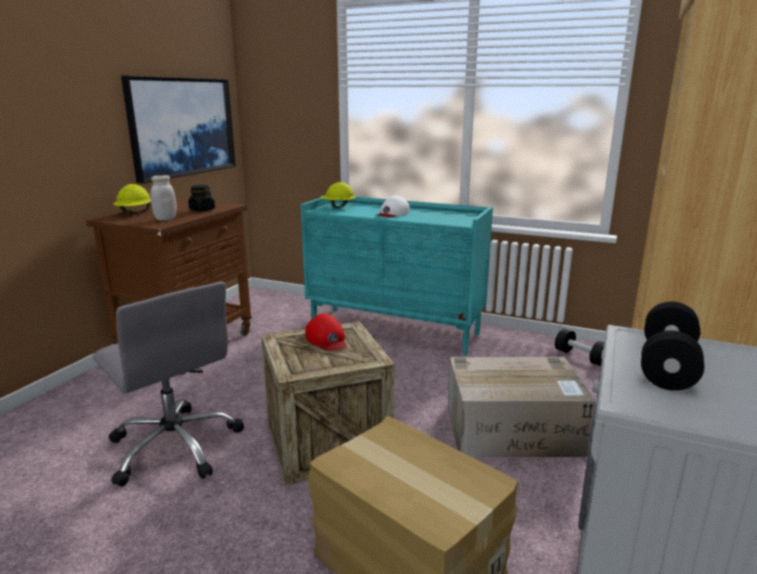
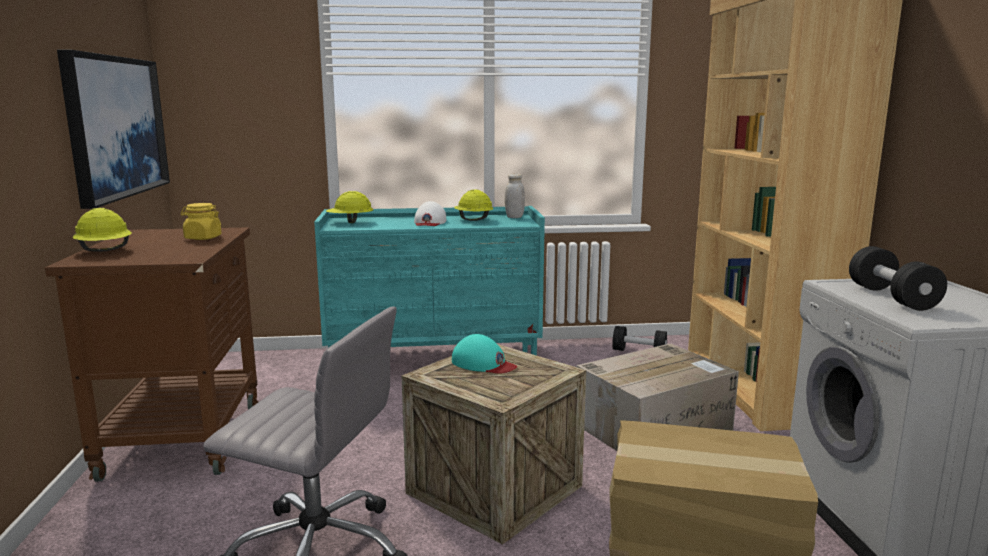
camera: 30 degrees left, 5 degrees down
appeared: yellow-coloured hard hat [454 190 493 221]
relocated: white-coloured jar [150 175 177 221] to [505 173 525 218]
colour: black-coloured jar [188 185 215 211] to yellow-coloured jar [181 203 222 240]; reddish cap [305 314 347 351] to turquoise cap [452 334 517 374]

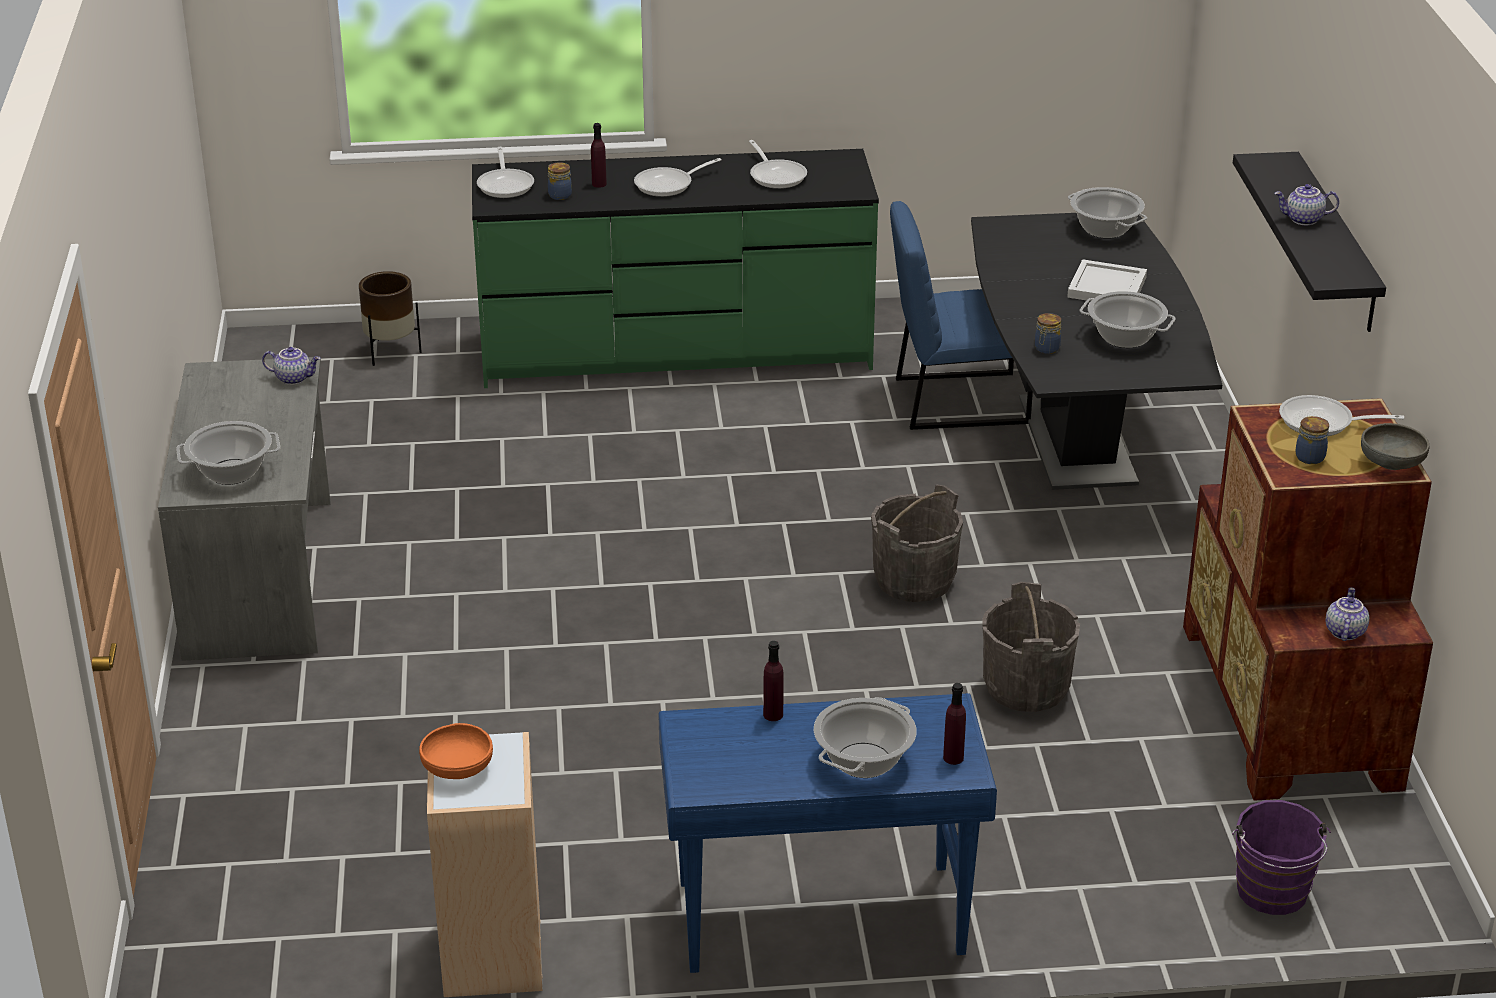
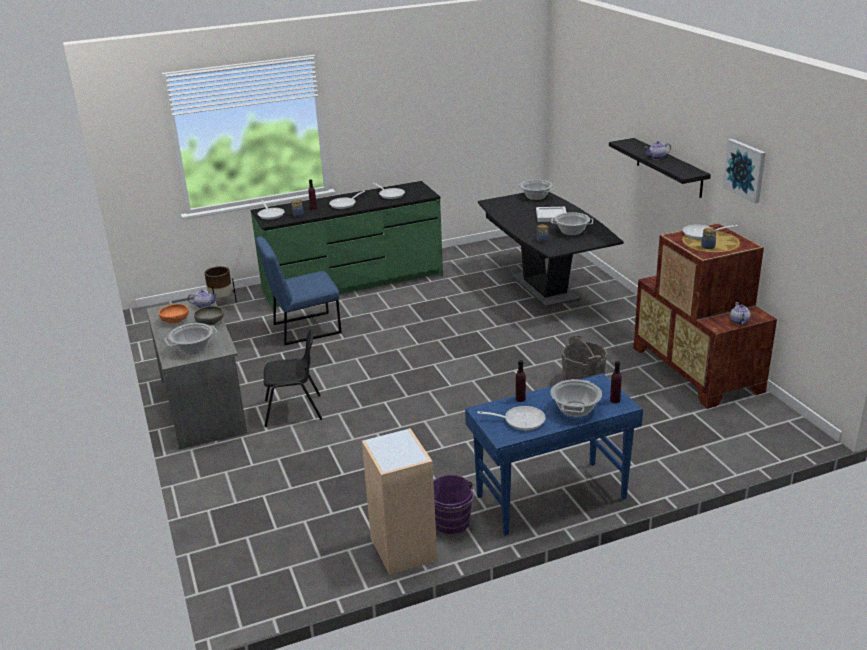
camera: 15 degrees left, 5 degrees down
missing: grey bucket [871 485 963 602]
appeared: black-coloured upright chair [264 329 322 427]; frying pan [477 406 546 431]; wall picture [723 139 766 203]
relocated: orange-coloured deep dish [419 723 493 779] to [159 304 189 324]; bluish upright chair [890 201 1033 430] to [256 236 342 345]; purple bucket [1232 800 1331 915] to [433 475 475 534]; grey deep dish [1361 423 1429 470] to [194 306 224 326]

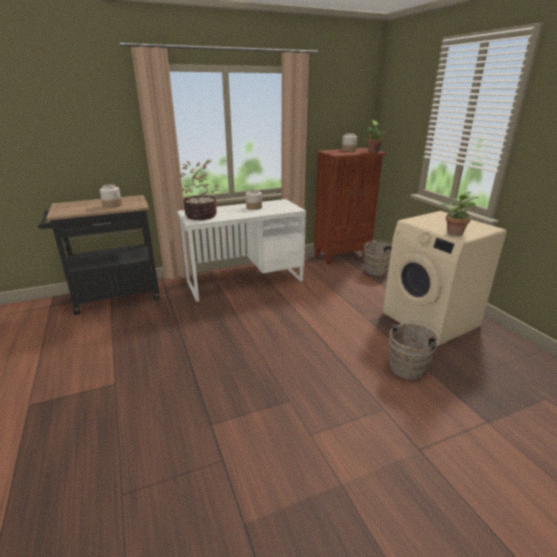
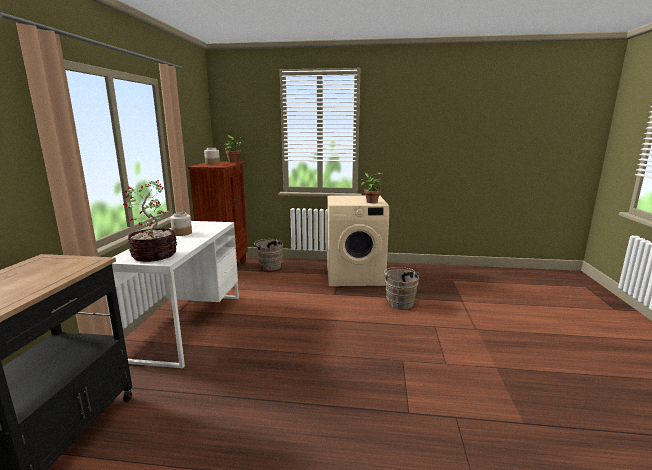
camera: 60 degrees left, 10 degrees down
missing: jar [100 185 122 208]

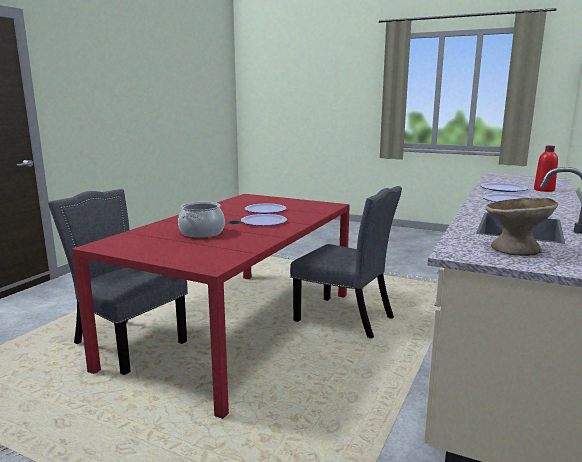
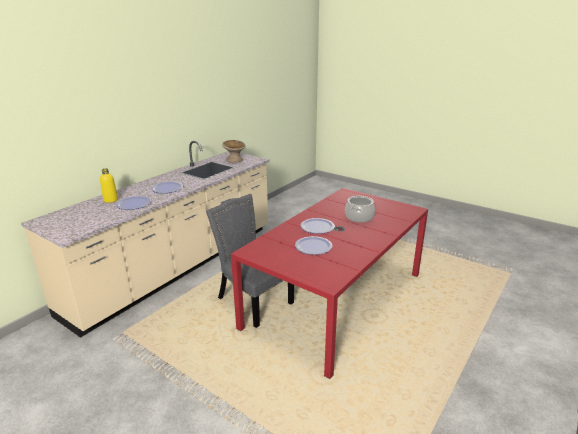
camera: 170 degrees left, 10 degrees up
missing: grey upright chair [48 189 188 375]
colour: reddish bottle [534 146 558 192] to yellow-coloured bottle [100 168 118 203]

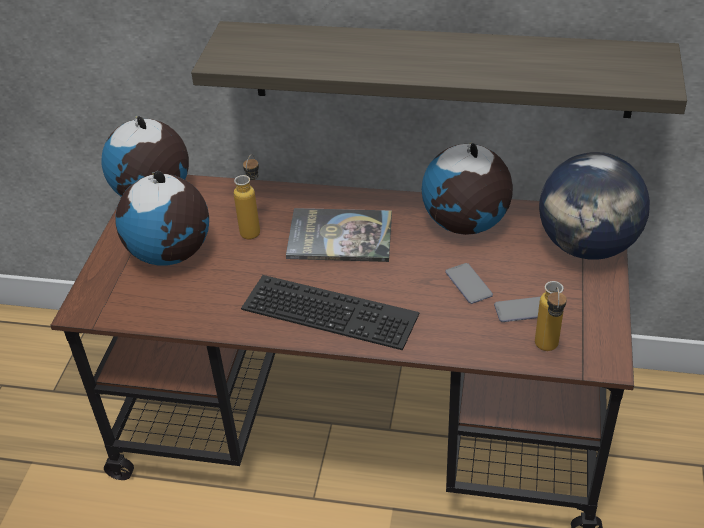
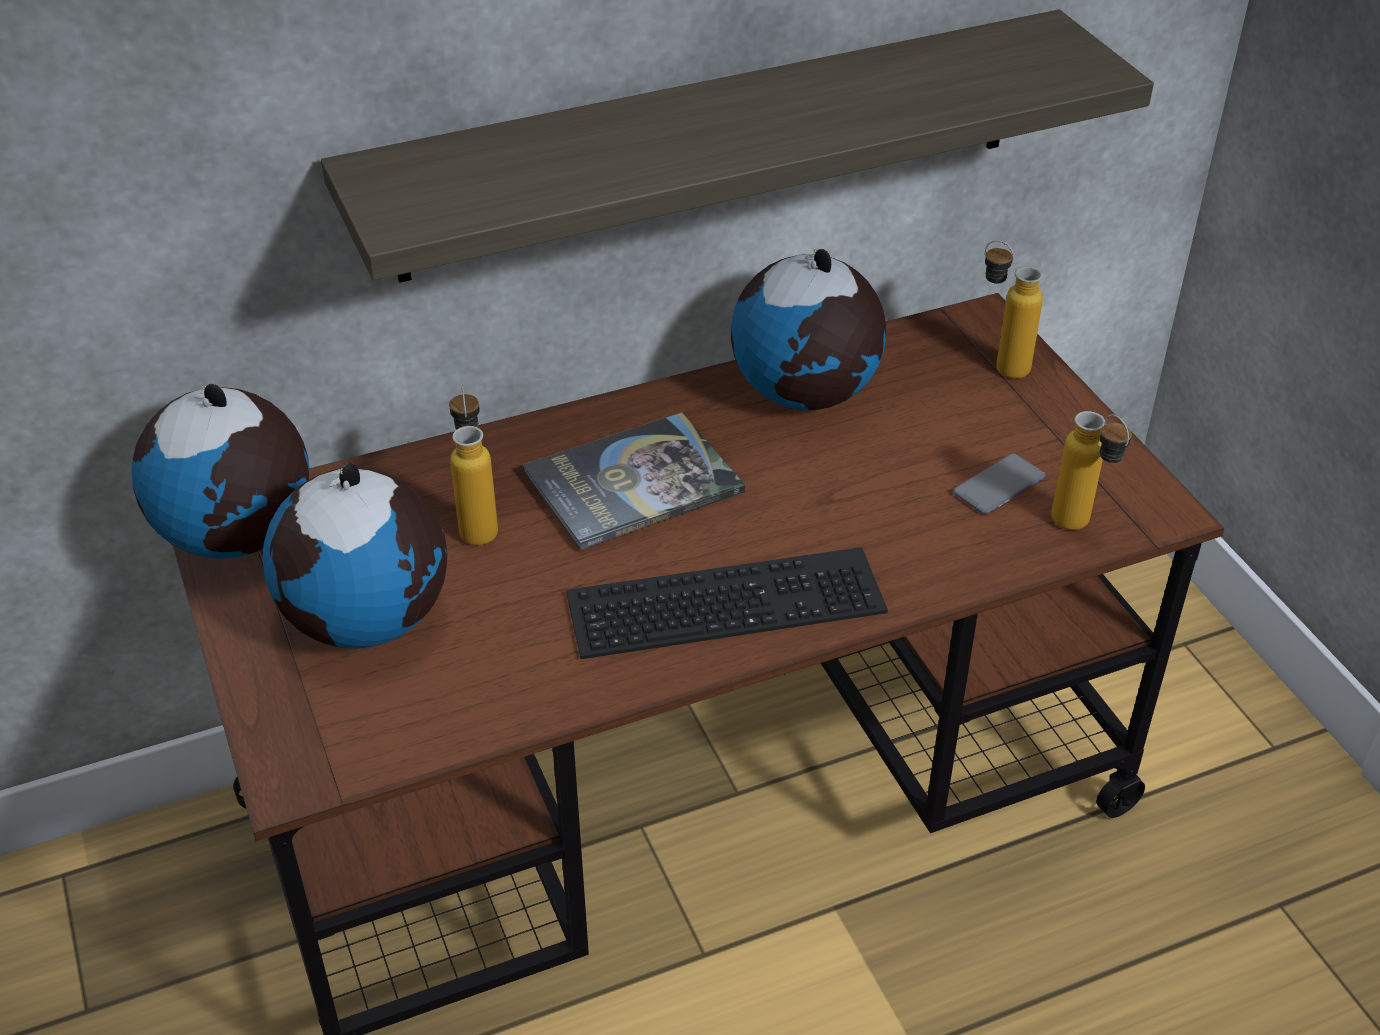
camera: 35 degrees left, 0 degrees up
missing: phone [445 263 493 304]
exchanged: world globe [539 152 650 260] to bottle [985 240 1043 379]

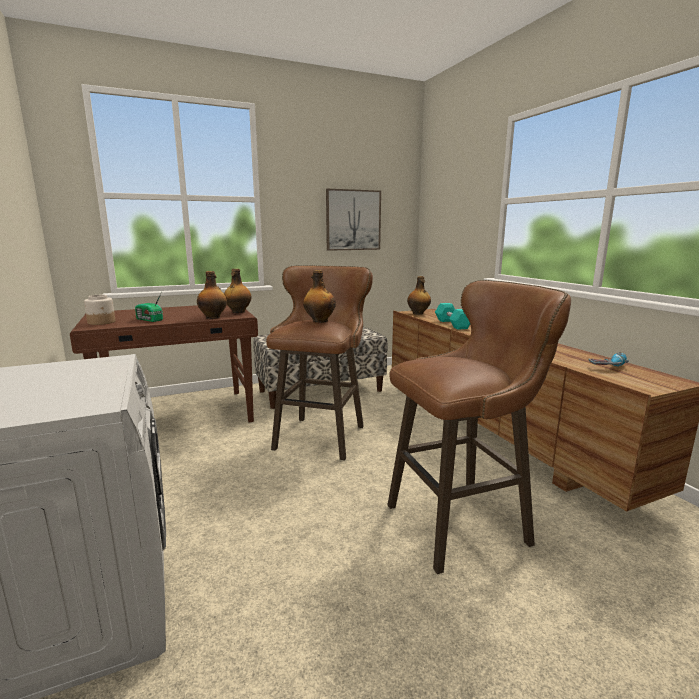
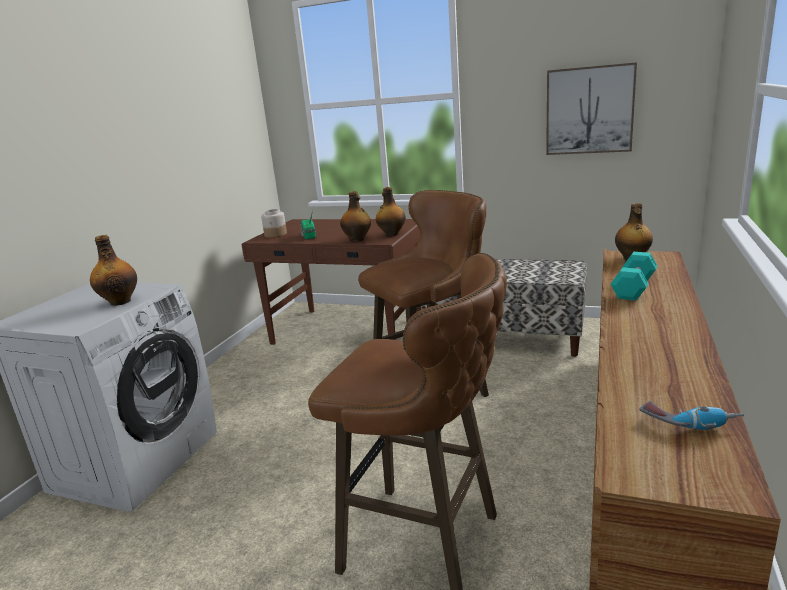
camera: 45 degrees right, 5 degrees up
relocated: bottle [303 270 336 323] to [90 235 137 306]

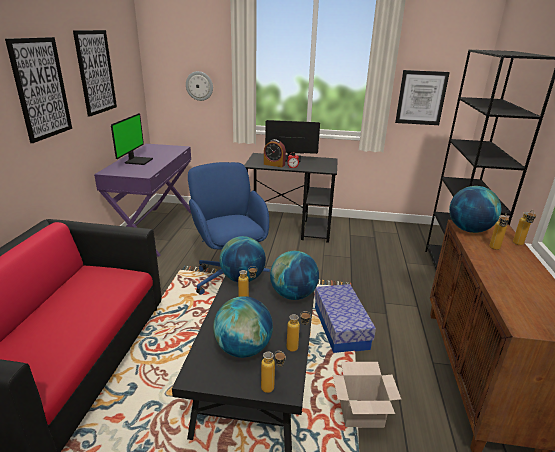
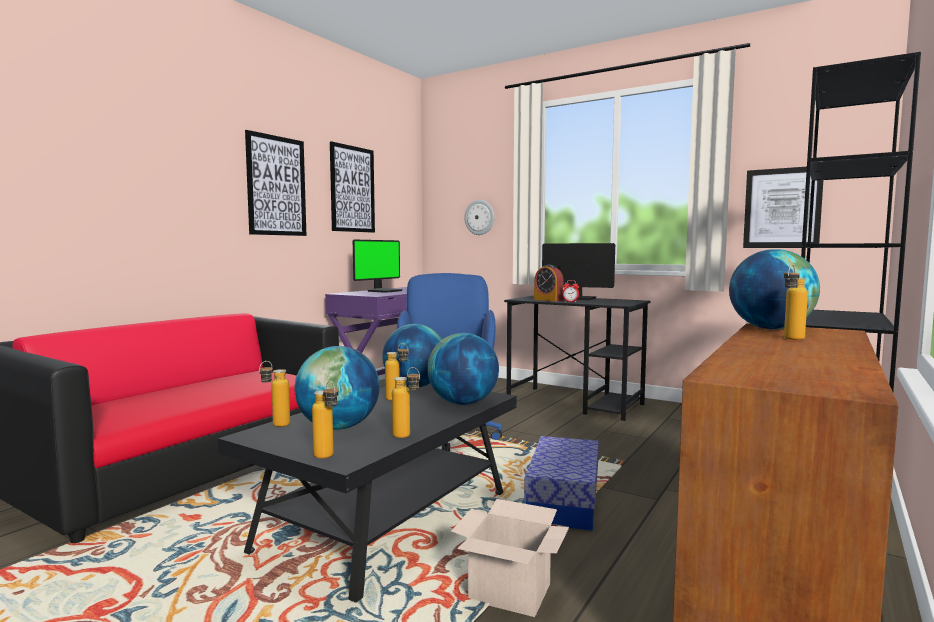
camera: 25 degrees right, 20 degrees down
relocated: bottle [513 210 536 245] to [259 361 290 427]

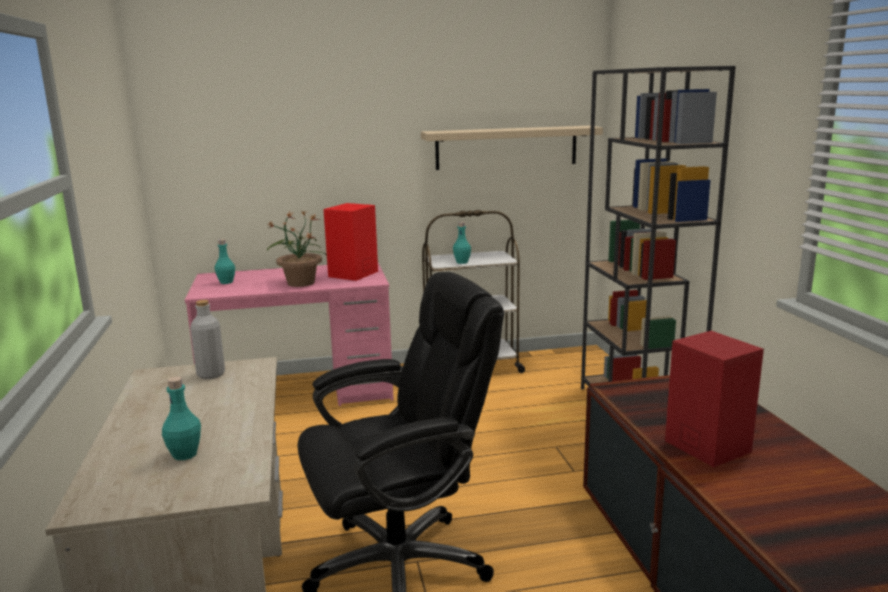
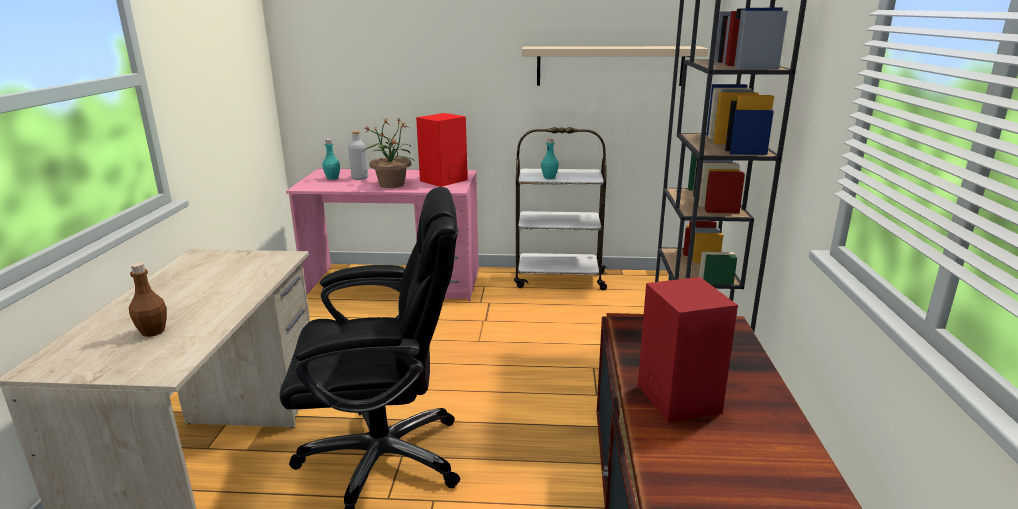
camera: 15 degrees right, 5 degrees up
relocated: grey bottle [190 300 225 379] to [348 131 368 180]
colour: turquoise bottle [162 377 201 460] to brown-coloured bottle [129 262 167 337]

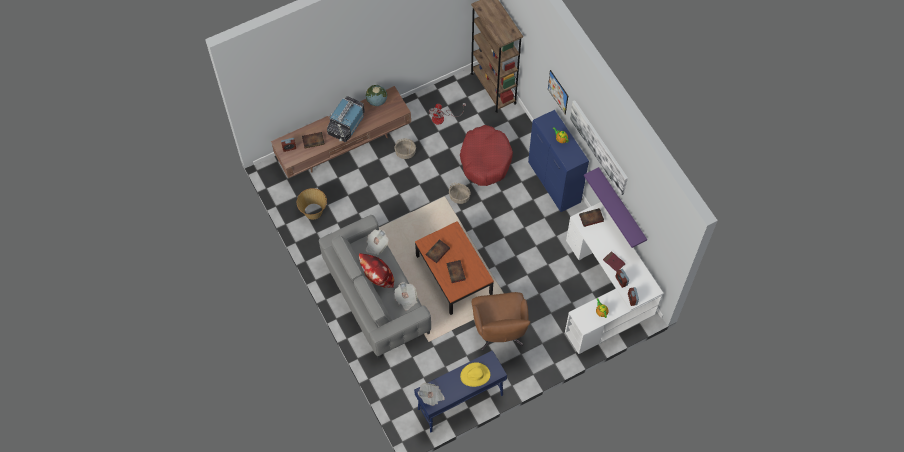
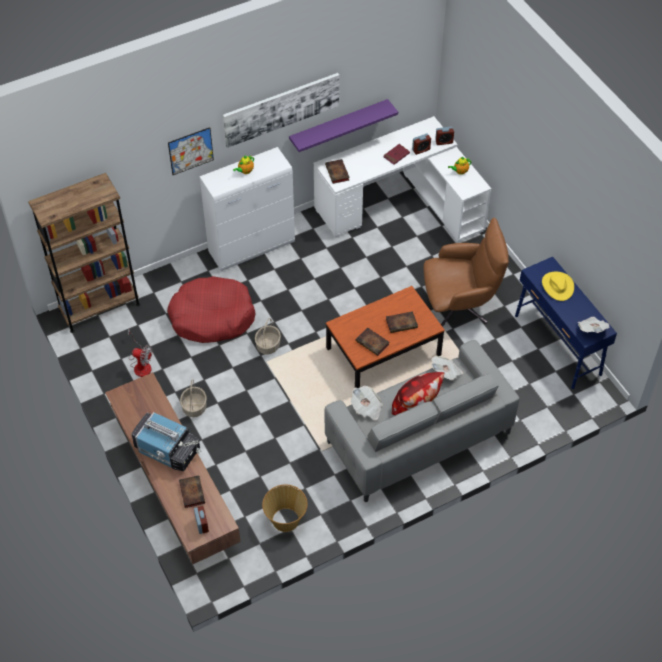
camera: 90 degrees left, 10 degrees down
missing: world globe [366 85 387 106]
colour: bluish cupboard [528 110 589 212] to white-coloured cupboard [199 147 295 271]

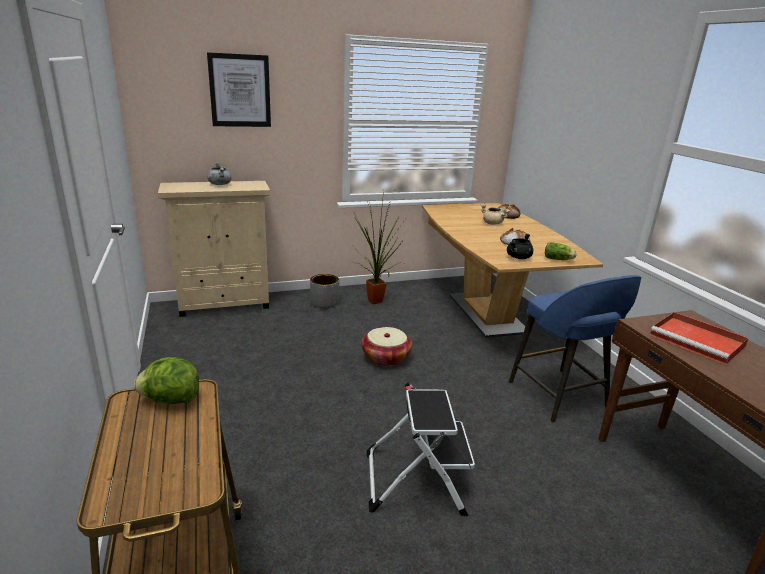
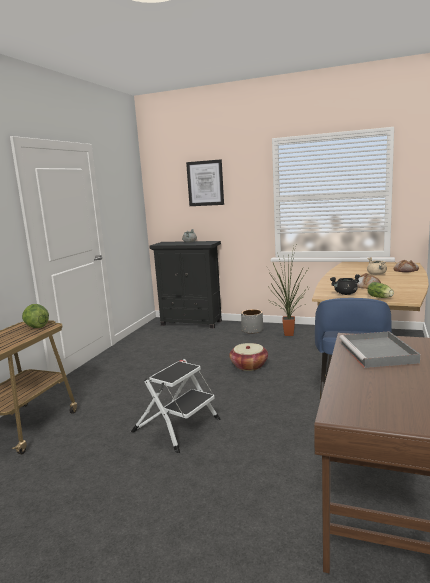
camera: 40 degrees right, 10 degrees down
colour: beige-coloured cupboard [158 181 270 317] to black-coloured cupboard [149 241 222 329]; reddish tray [650 312 749 365] to grey tray [339 331 420 368]

